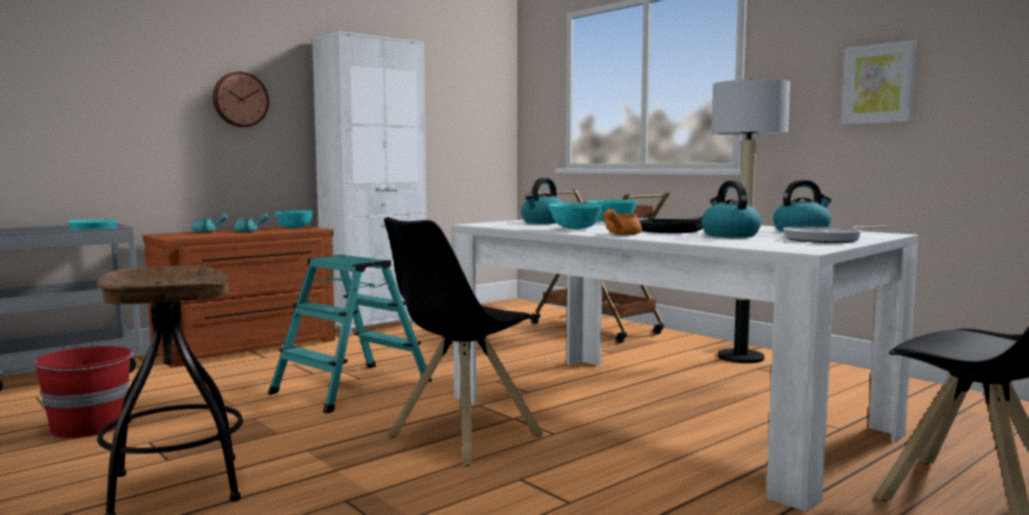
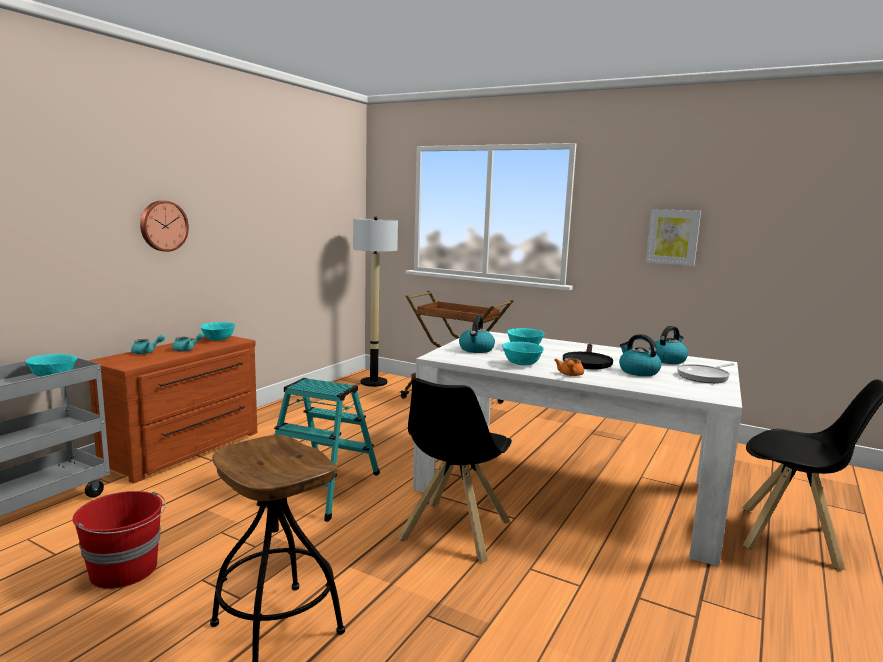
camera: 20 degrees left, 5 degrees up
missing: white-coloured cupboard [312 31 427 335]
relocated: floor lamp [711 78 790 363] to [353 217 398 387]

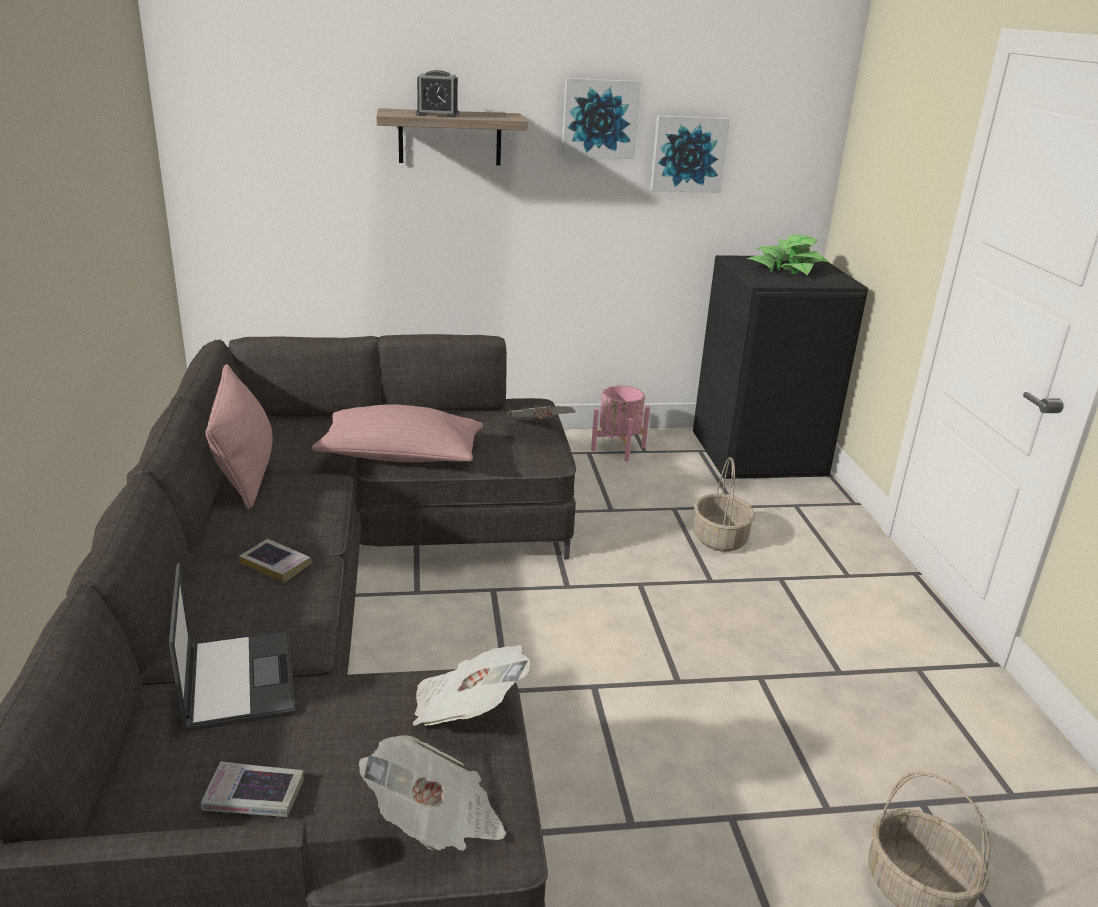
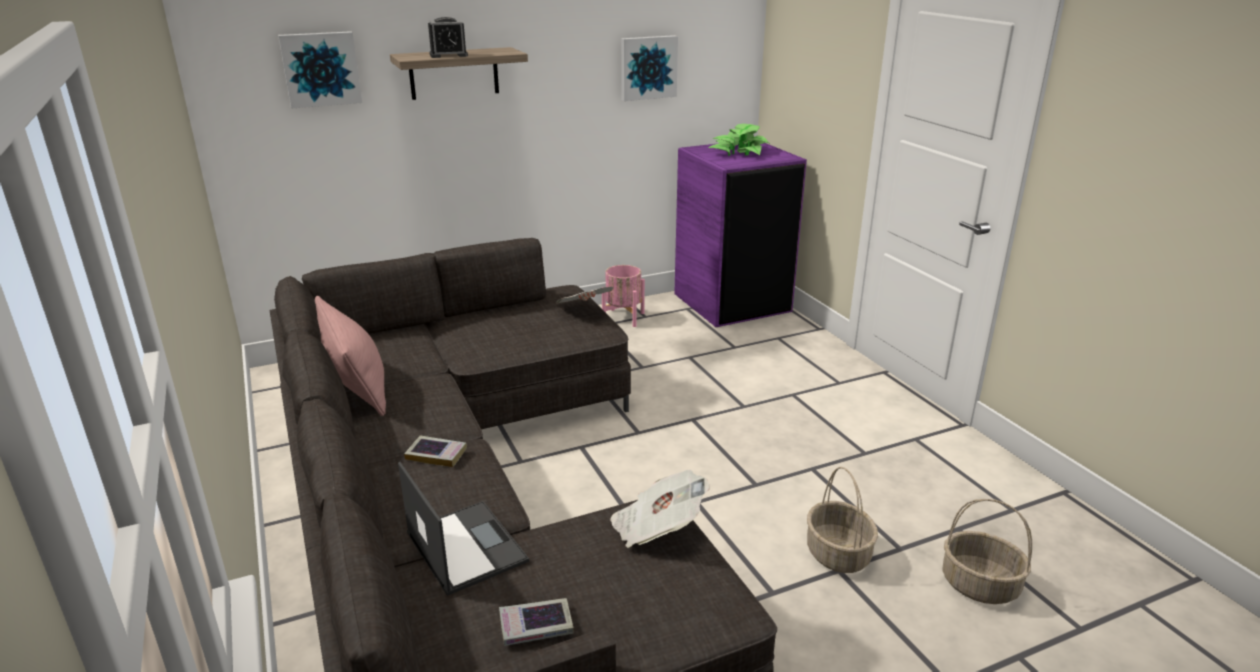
camera: 15 degrees left, 0 degrees up
missing: pink-coloured throw pillow [312 404 483 462]; daily paper [359 735 507 851]
relocated: wall picture [561 78 641 159] to [278 31 362 108]; storage basket [694 457 755 552] to [807 467 878 573]
colour: black-coloured cupboard [693 255 868 479] to purple cupboard [674 143 807 327]

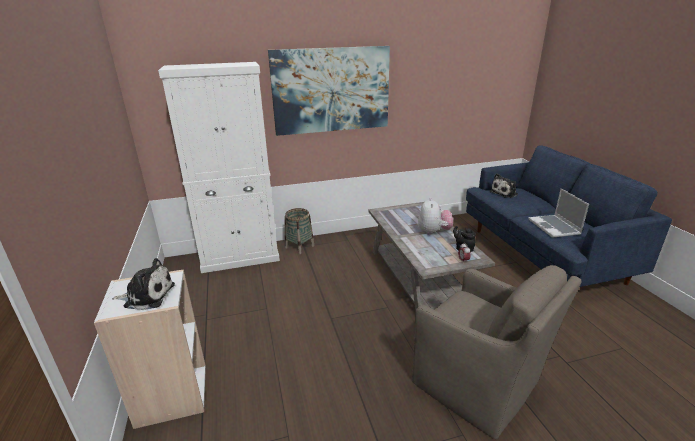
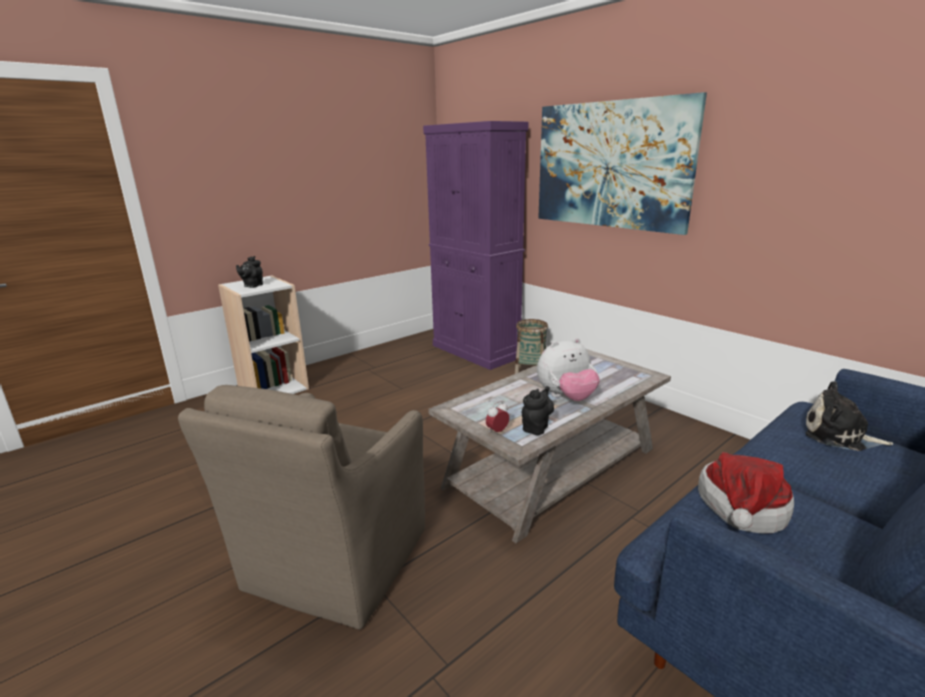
camera: 65 degrees right, 5 degrees down
exchanged: soft toy [112 258 175 310] to black-coloured pot for tea [236 256 263 288]; laptop [528 188 589 238] to hat [698 452 794 534]
colour: white-coloured cupboard [158 62 280 273] to purple cupboard [423 121 529 370]

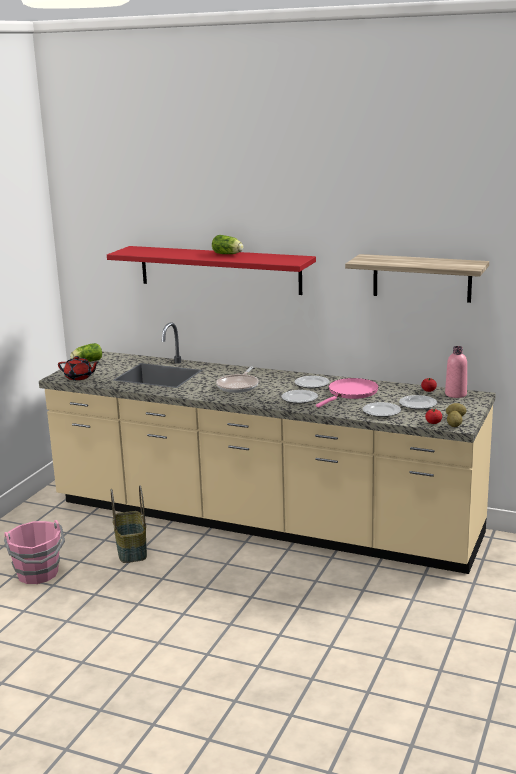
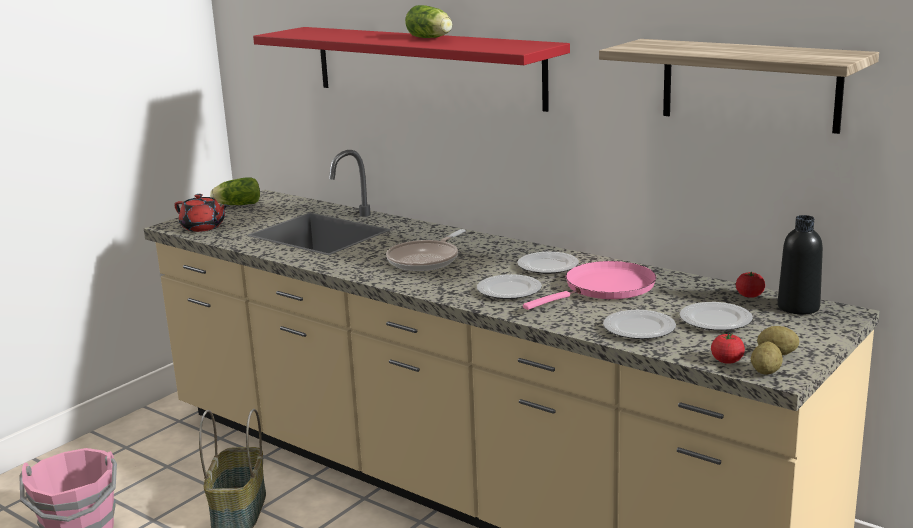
camera: 15 degrees right, 0 degrees up
colour: pink-coloured bottle [445 346 467 398] to black-coloured bottle [778 215 823 314]

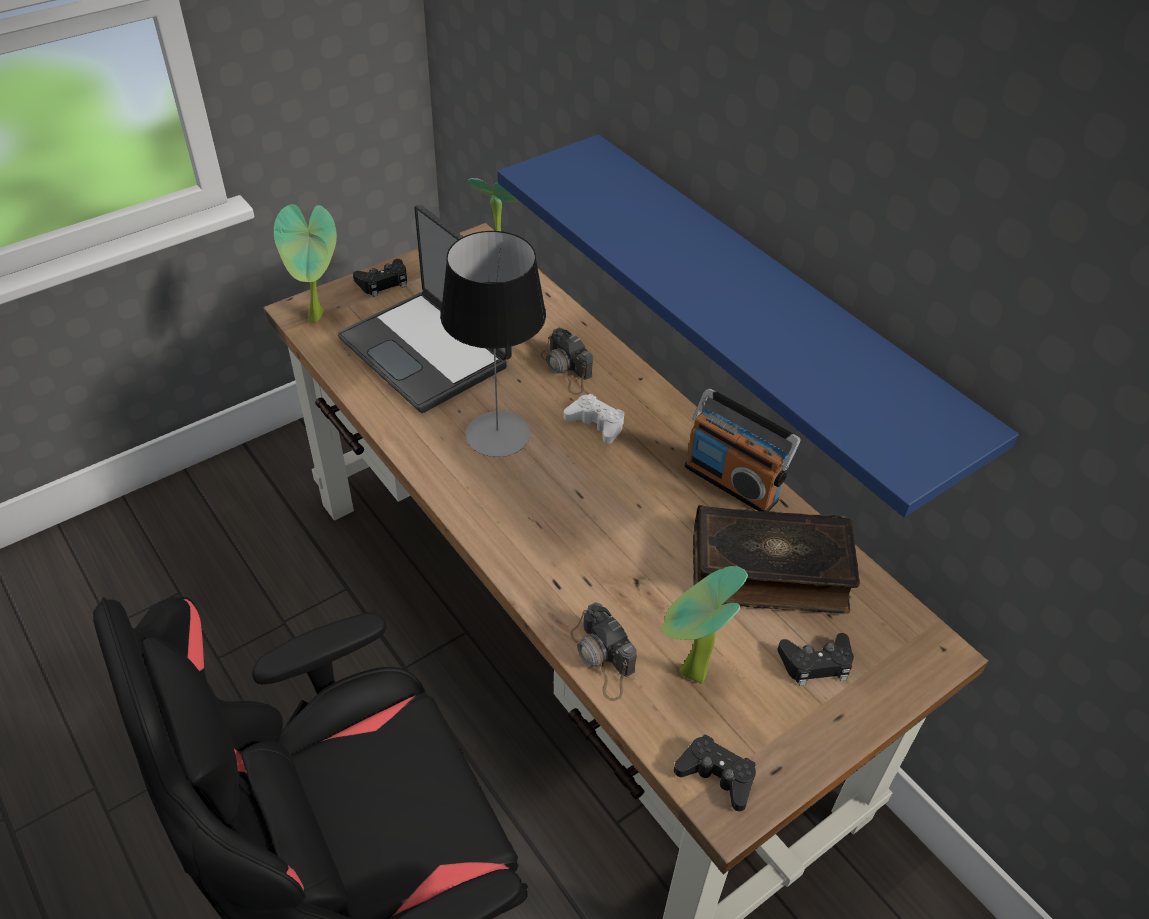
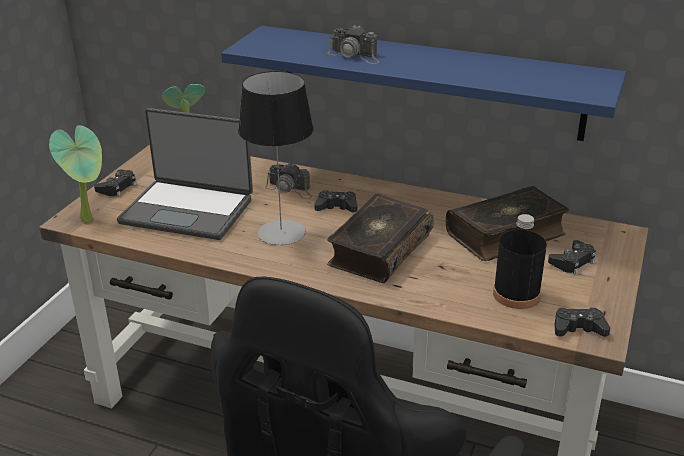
camera: 30 degrees left, 15 degrees down
missing: radio [685 389 801 511]
appeared: volume [327 194 434 283]
relocated: still camera [570 602 637 701] to [327 25 380 64]
exchanged: plant in a pot [662 566 748 683] to black-coloured bottle [493 214 547 309]
colour: white-coloured game controller [564 394 624 443] to black-coloured game controller [314 190 357 213]

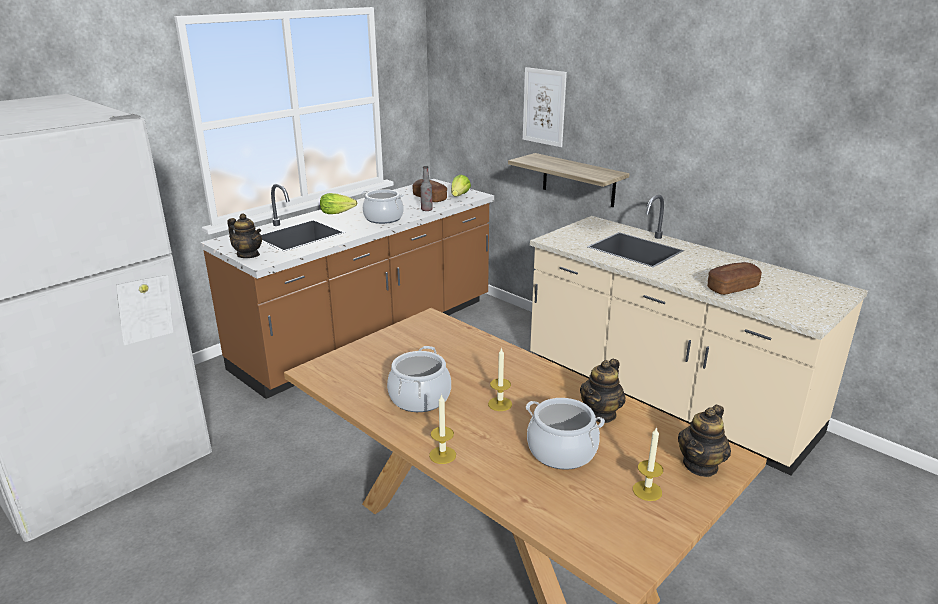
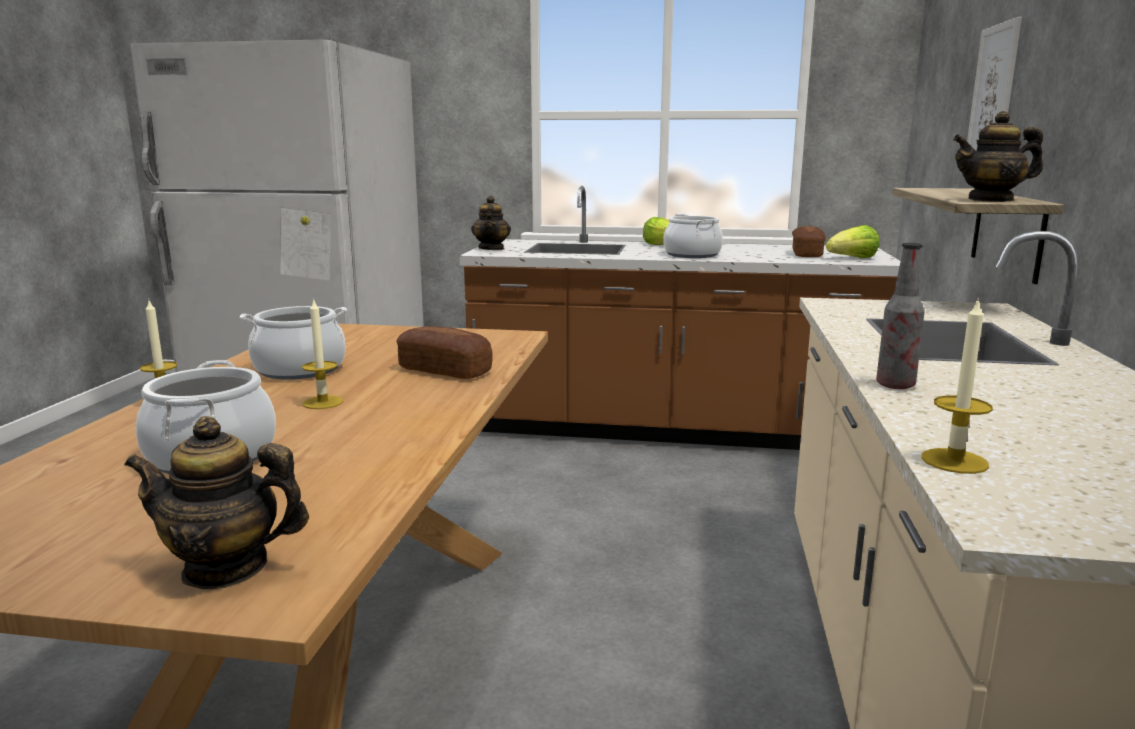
camera: 55 degrees right, 10 degrees down
relocated: bottle [420 166 433 211] to [876 243 925 389]; pot for tea [580 359 626 423] to [953 111 1043 202]; wax light [633 427 663 501] to [922 297 993 474]; bread [707 262 762 295] to [396 326 493 379]

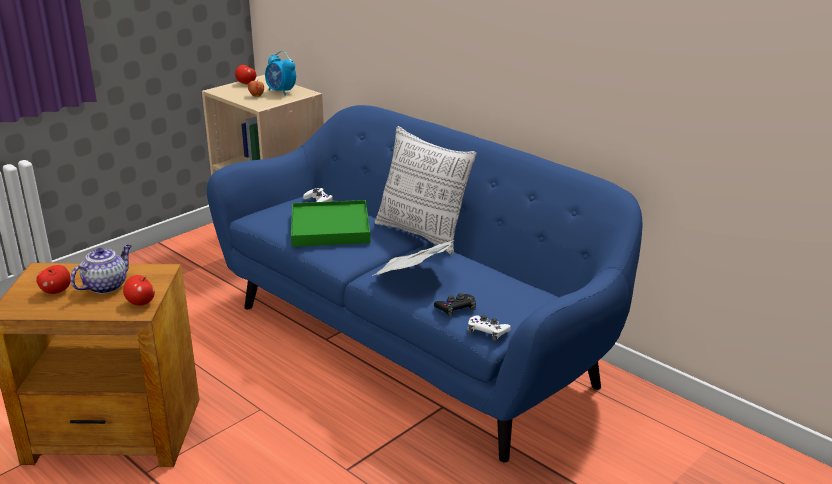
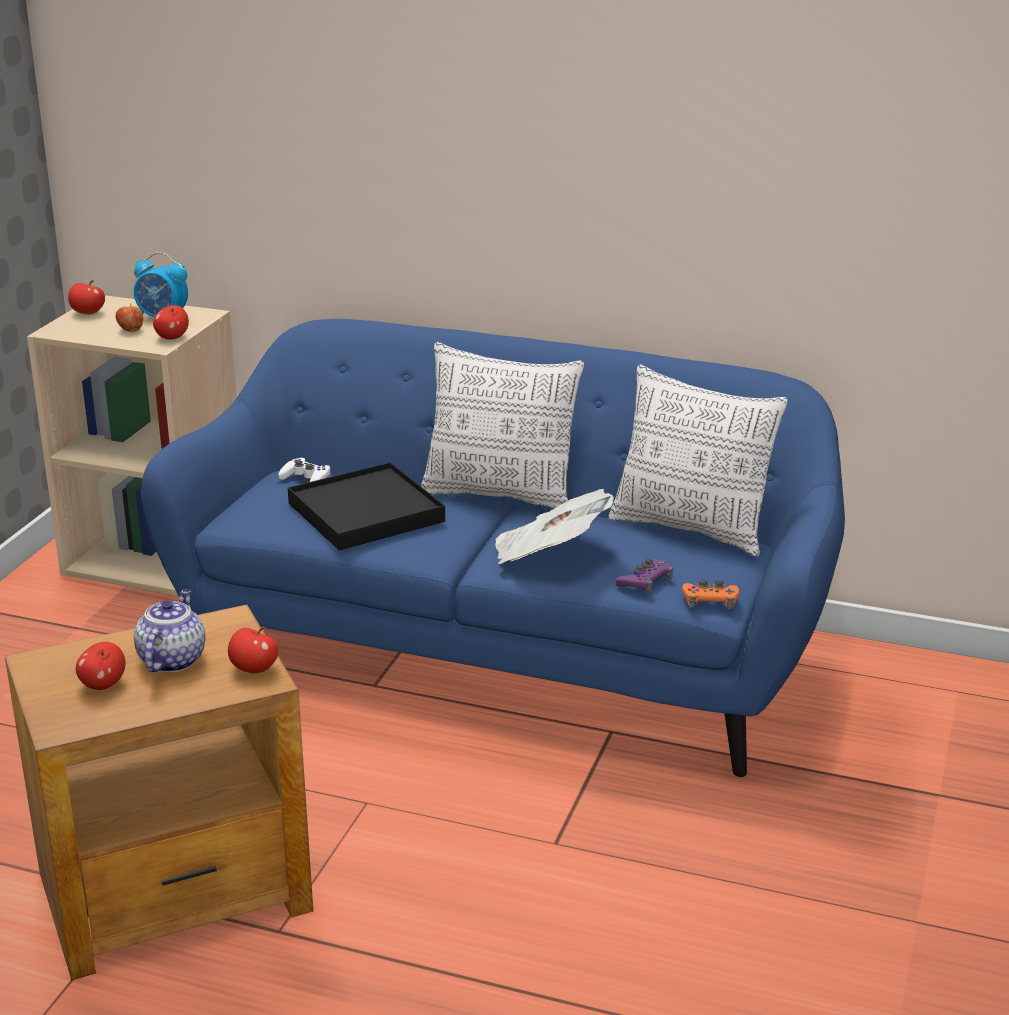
camera: 25 degrees left, 0 degrees up
appeared: apple fruit [153 305 189 340]; throw pillow [609 365 788 557]
colour: green tray [291 200 370 247] to black-coloured tray [288 462 445 550]; black-coloured game controller [434 293 476 317] to purple game controller [616 559 674 593]; white-coloured game controller [468 315 511 341] to orange-coloured game controller [682 579 739 609]

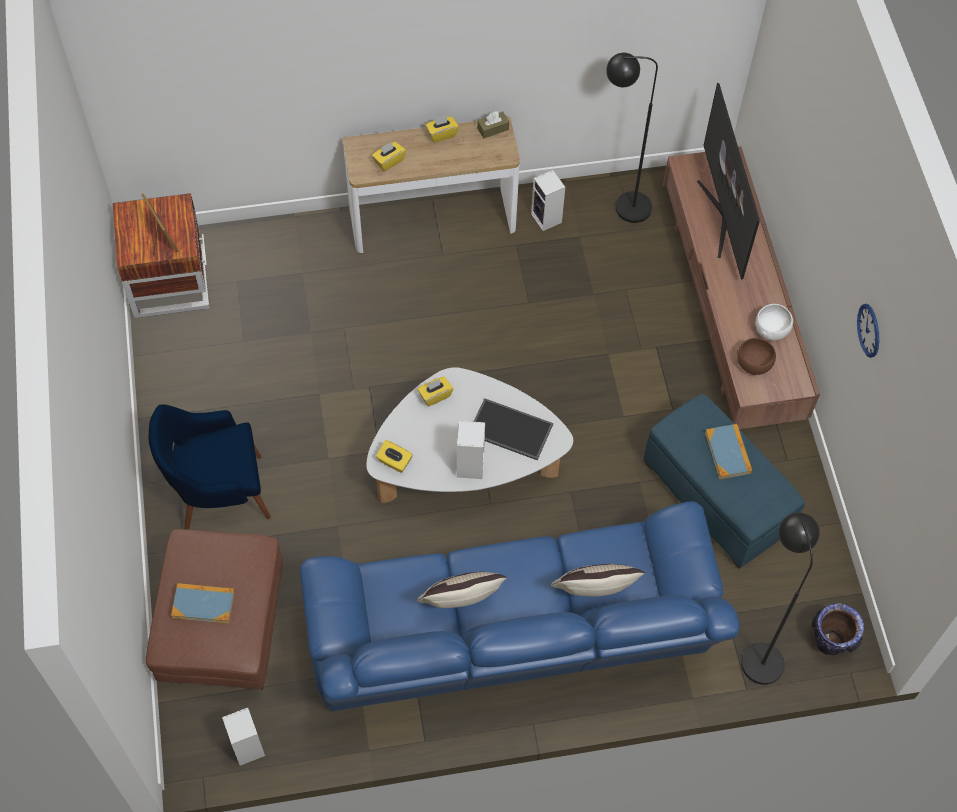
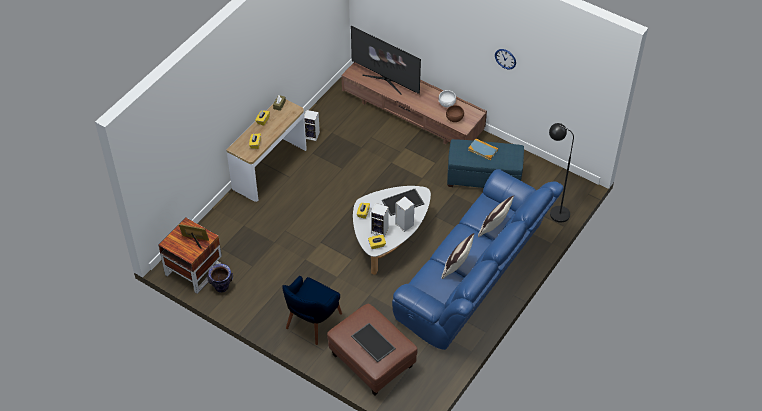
camera: 45 degrees left, 10 degrees down
missing: black-coloured floor lamp [606 53 658 223]
relocated: loudspeaker [222 708 265 766] to [371 203 389 236]; vase [812 603 864 656] to [207 264 233 293]
exchanged: volume [171 583 235 624] to tray [351 323 396 362]

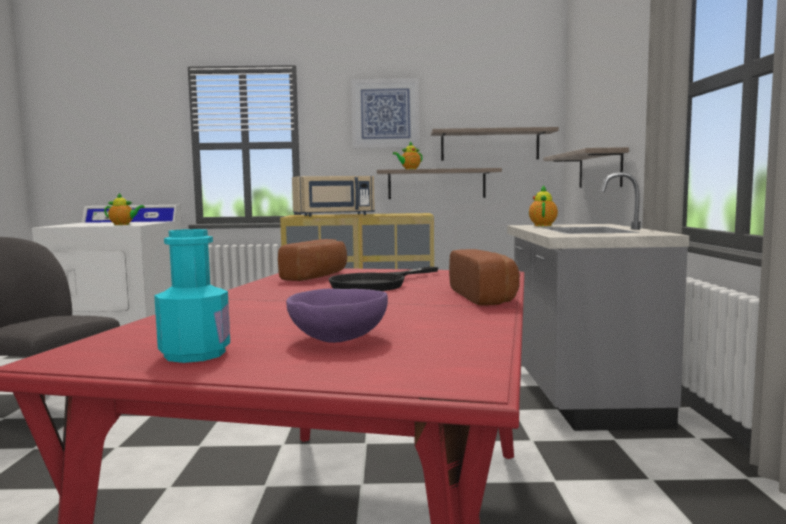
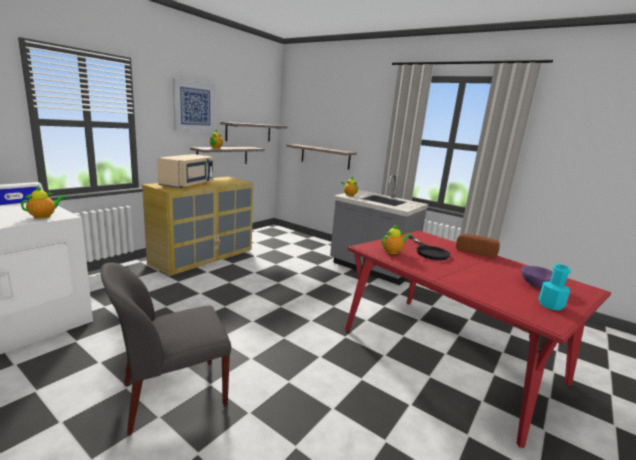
camera: 55 degrees left, 10 degrees up
exchanged: bread [278 239 347 281] to pot for tea [382 224 411 254]

